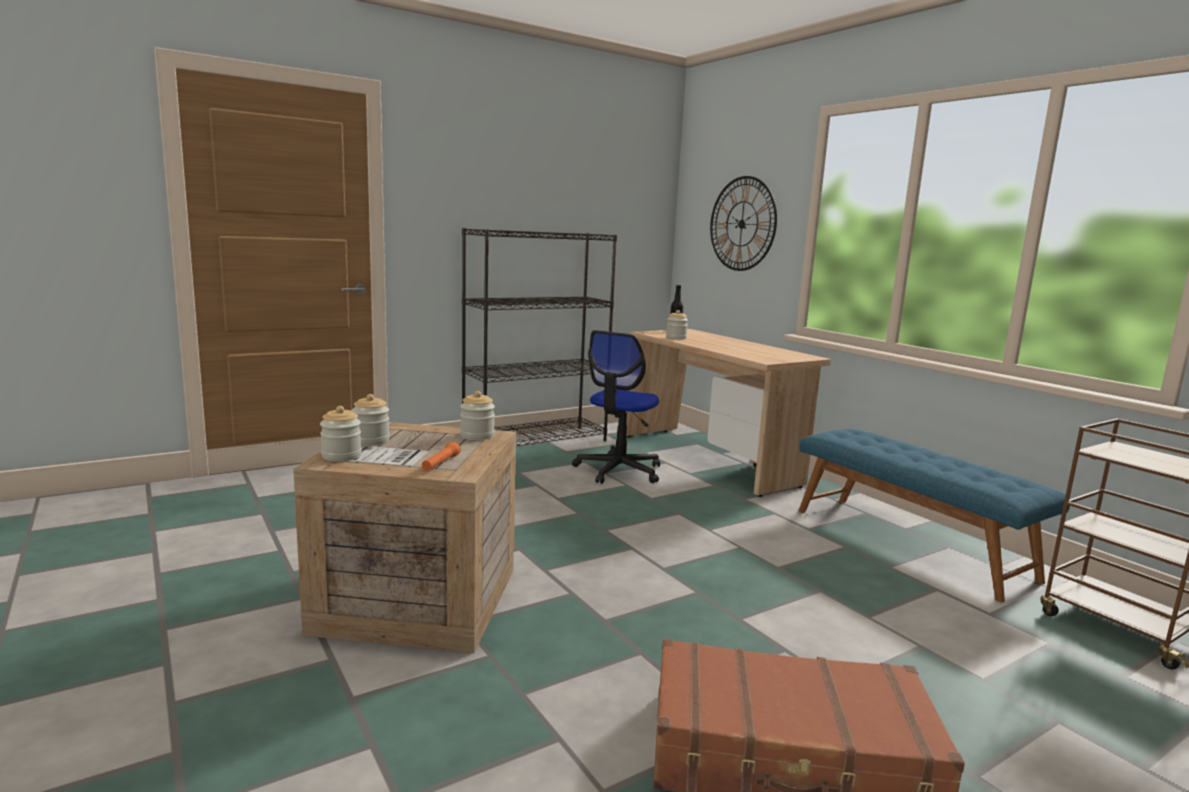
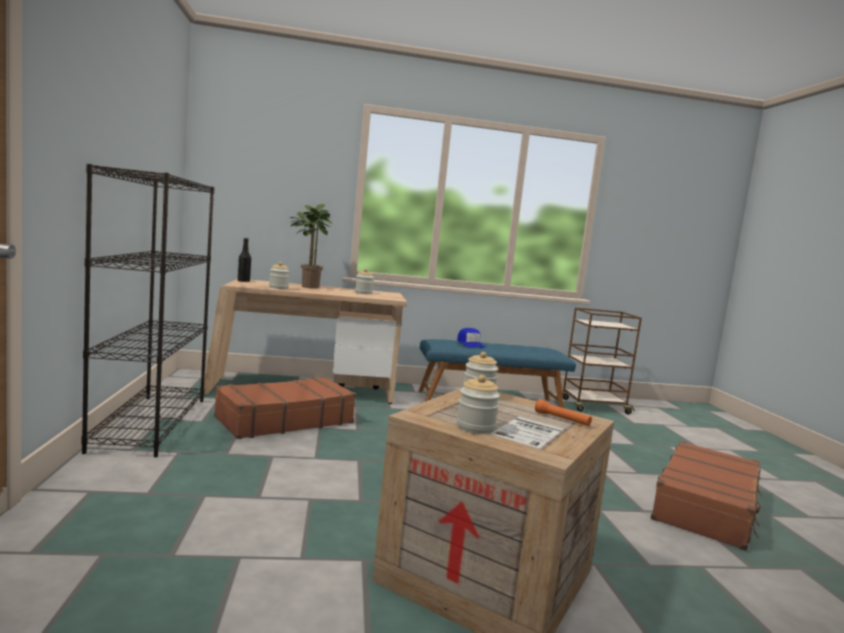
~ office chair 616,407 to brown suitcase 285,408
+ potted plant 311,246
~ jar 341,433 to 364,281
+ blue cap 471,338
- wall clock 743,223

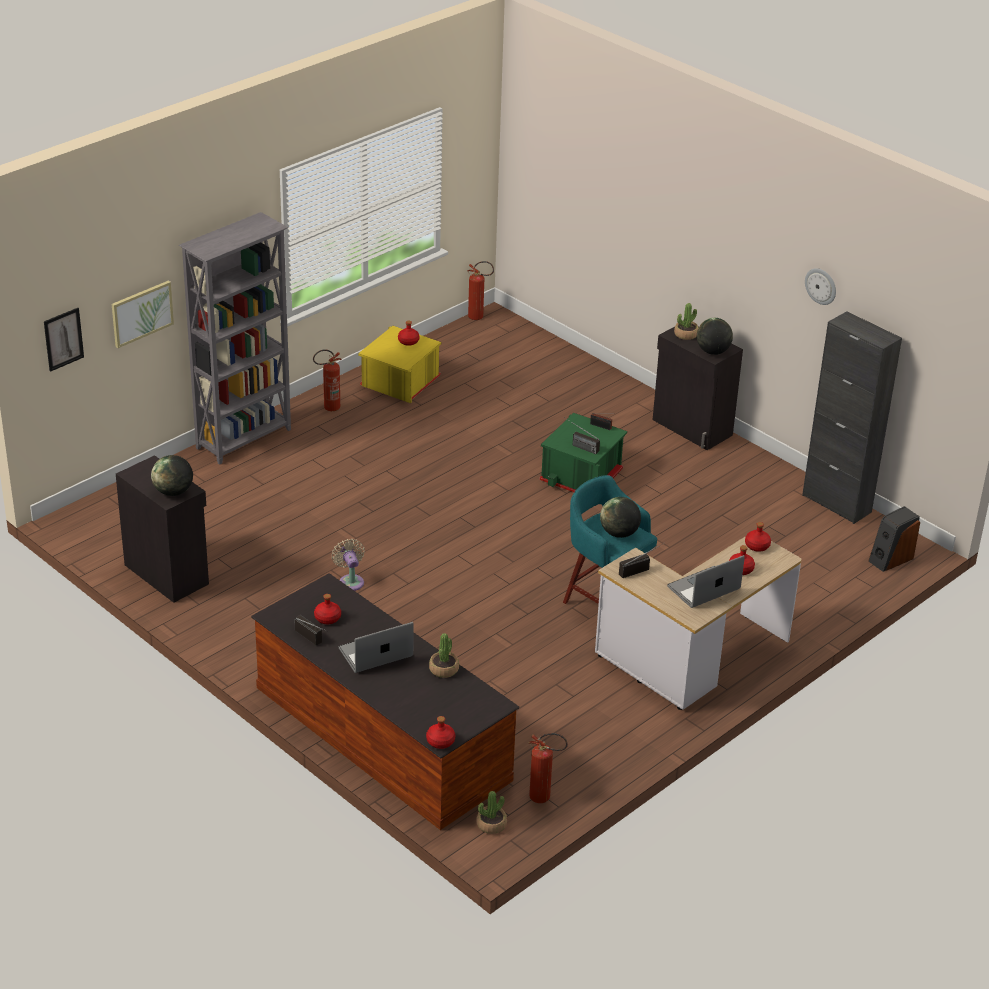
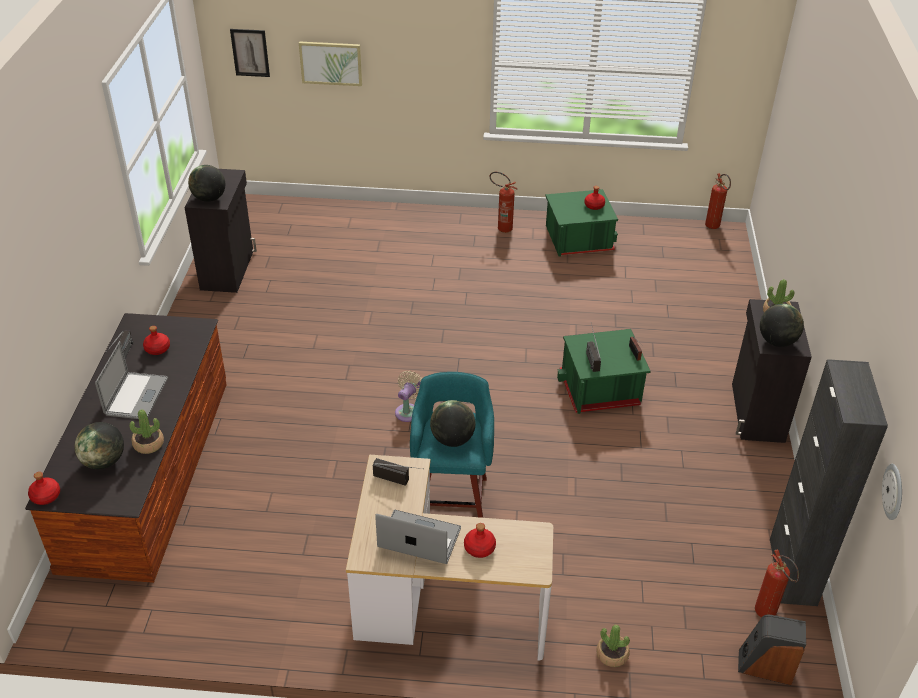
+ globe 99,445
~ laptop 376,647 = 131,380 75 degrees clockwise
~ beige fan 348,565 to 409,396
~ yellow storage box 399,364 to green storage box 581,223
~ potted plant 491,812 to 613,646
~ fire extinguisher 548,768 to 777,583
~ wall clock 820,286 to 892,492
- grey bookcase 235,338
- red bottle 758,537

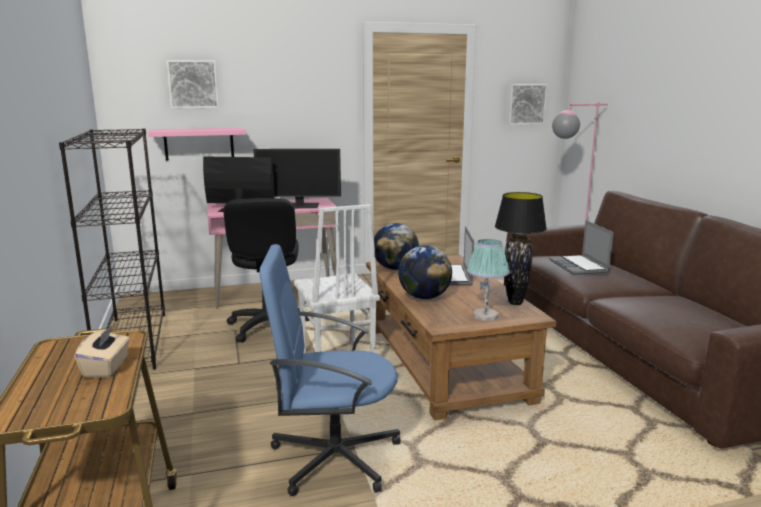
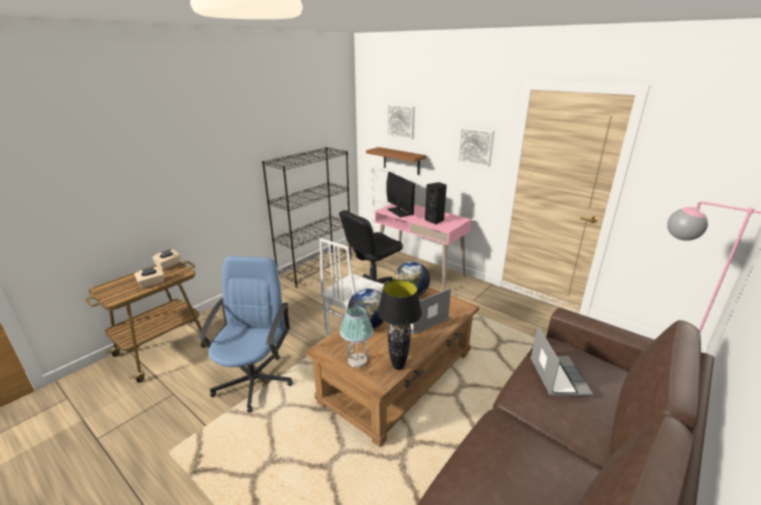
+ beige tissue box 166,259
~ blue office chair 330,370 = 245,334 45 degrees clockwise
~ pink shelf 197,144 to brown shelf 396,161
~ monitor 297,178 to black speaker 436,203
~ picture 527,104 to 476,147
~ laptop 581,247 = 561,361 135 degrees clockwise

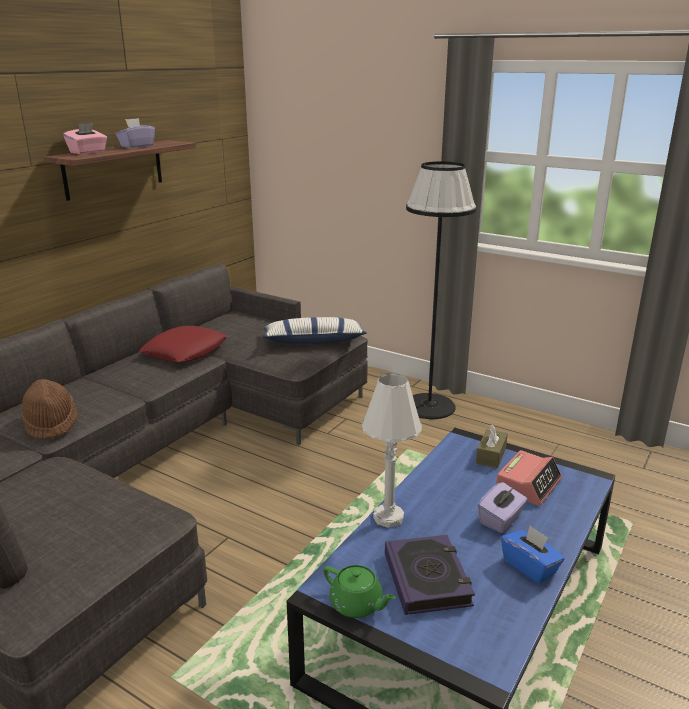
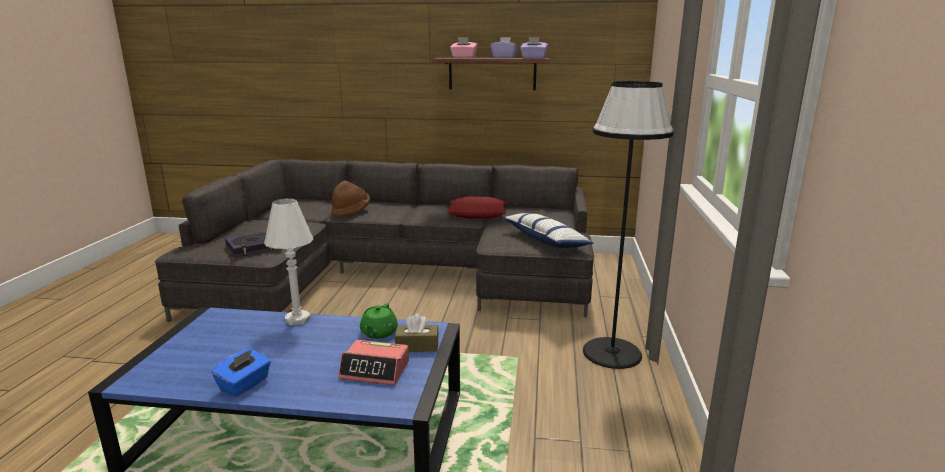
~ book 430,575 to 249,244
~ green teapot 359,591 to 379,321
~ purple tissue box 502,507 to 534,47

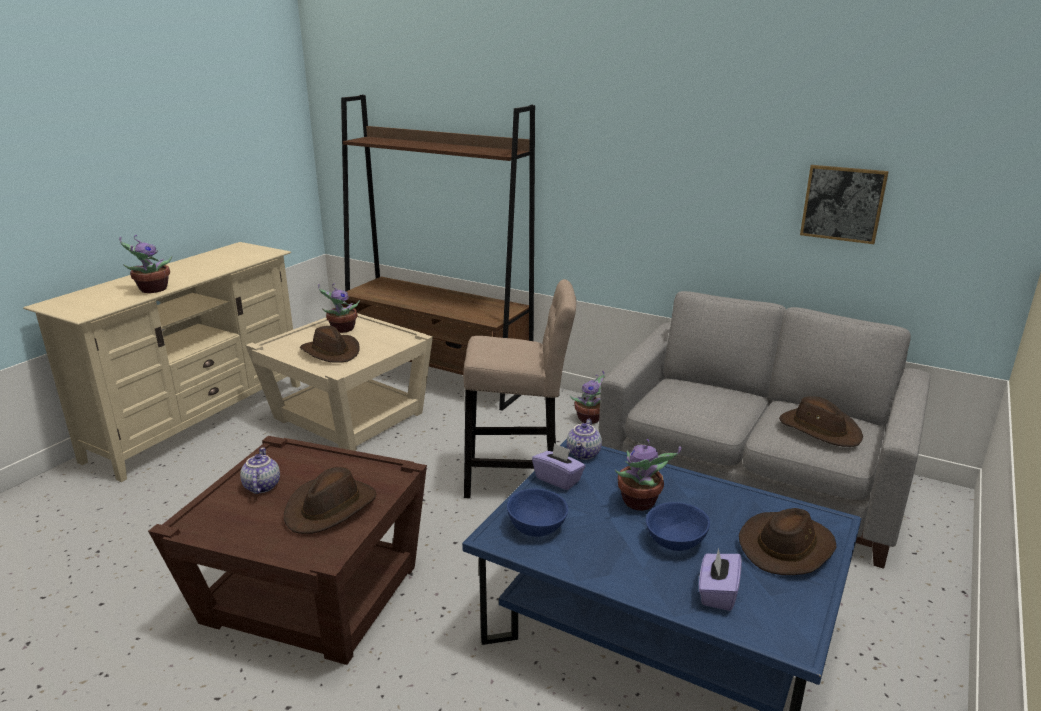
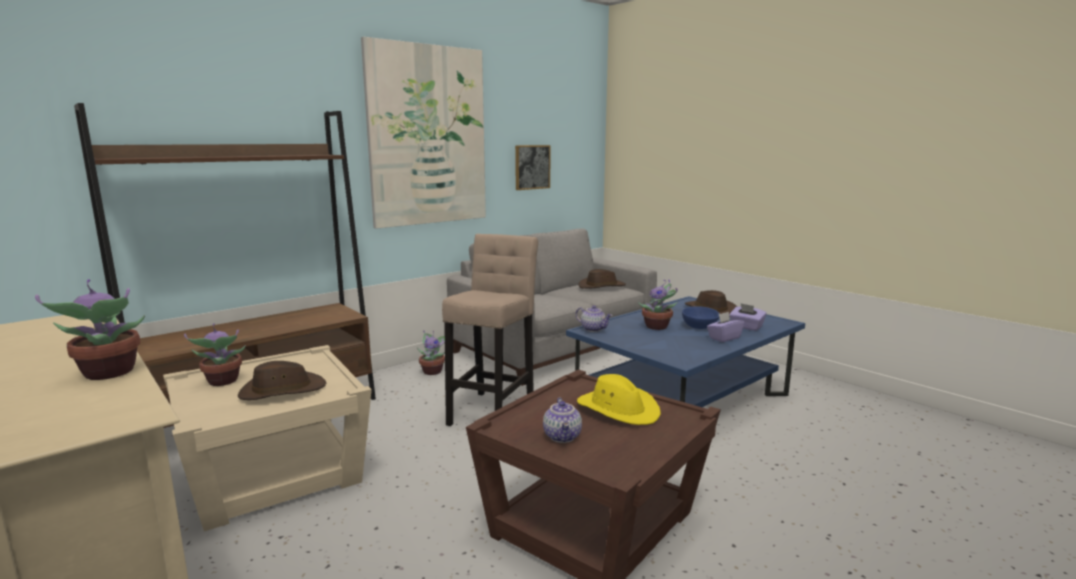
+ picture 423,133
~ teapot 260,470 = 562,420 105 degrees counterclockwise
~ brown hat 330,500 to yellow hat 619,399
~ purple tissue box 558,466 to 725,327
- blue bowl 537,513

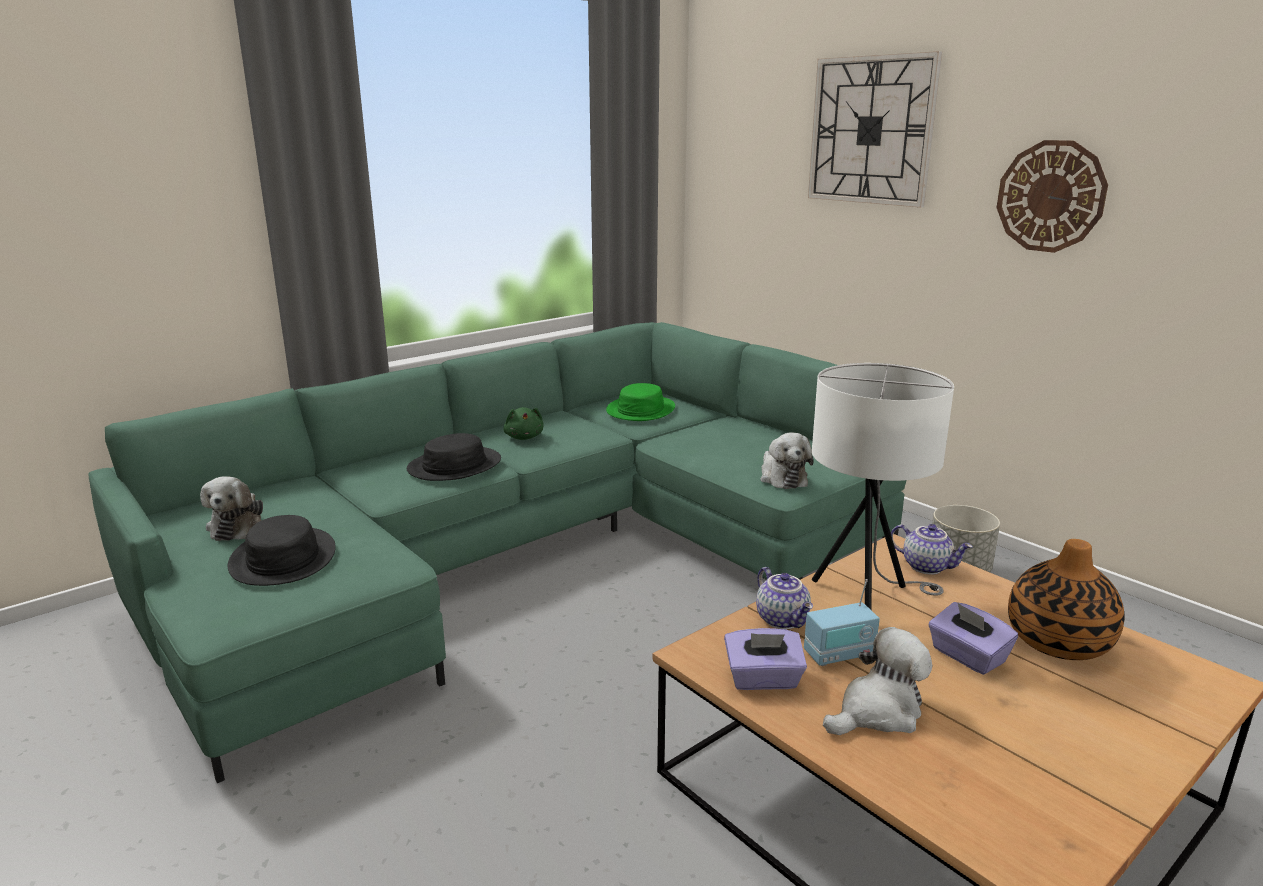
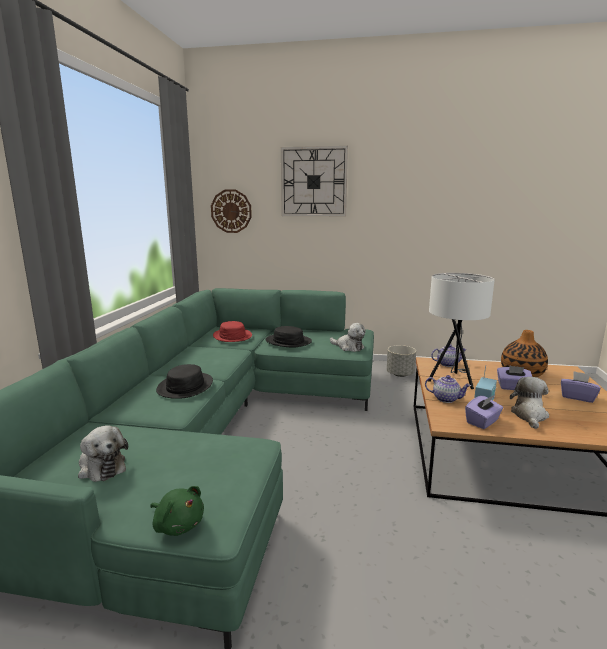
~ green plush toy 523,423 to 177,511
~ wall clock 1052,196 to 231,211
~ green hat 640,402 to red hat 232,331
~ black hat 282,550 to 288,337
+ purple tissue box 580,387

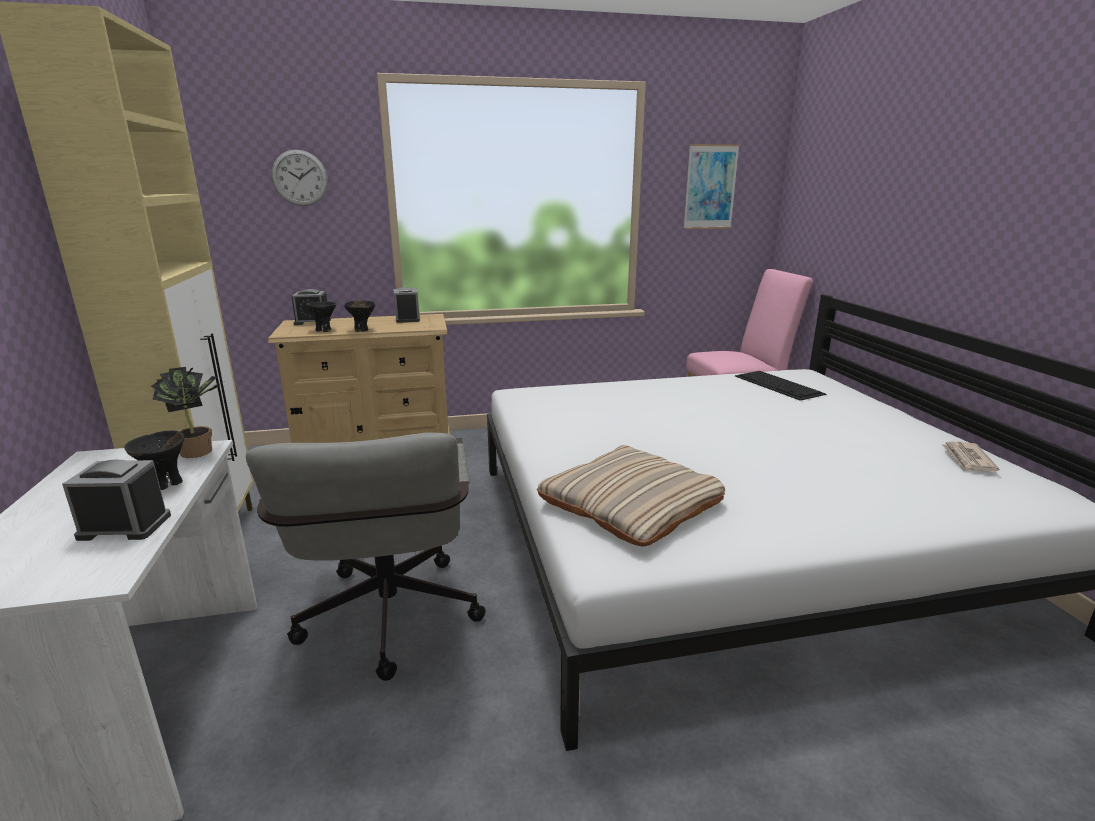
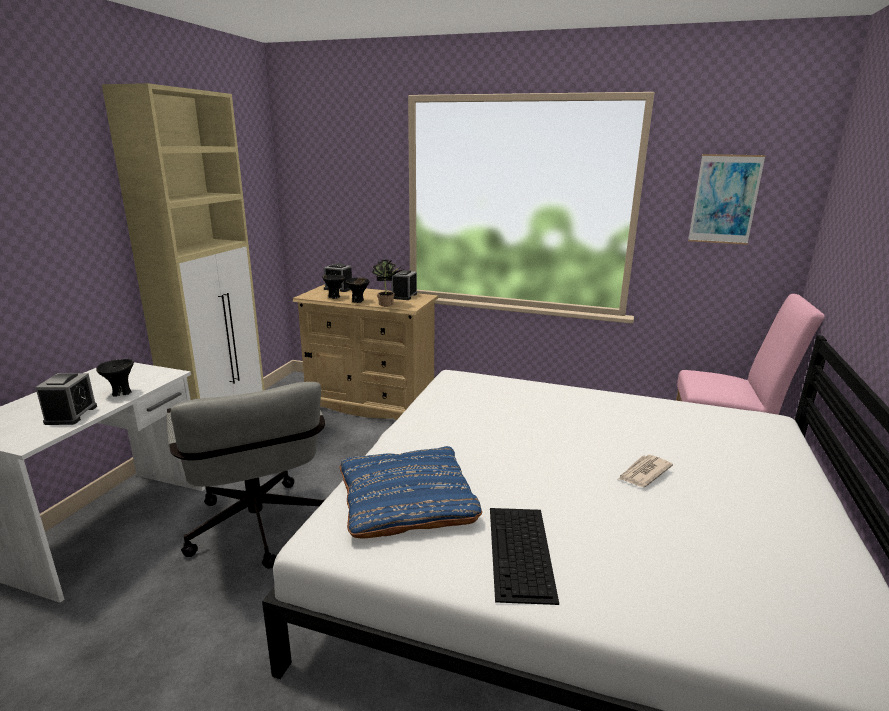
~ alarm clock 116,500 = 66,399 60 degrees clockwise
~ grey office chair 366,557 = 245,475 45 degrees counterclockwise
~ beige pillow 631,495 to blue pillow 411,492
~ potted plant 188,412 to 388,283
~ keyboard 780,386 to 524,556
~ newspaper 970,456 to 645,471
- wall clock 300,177

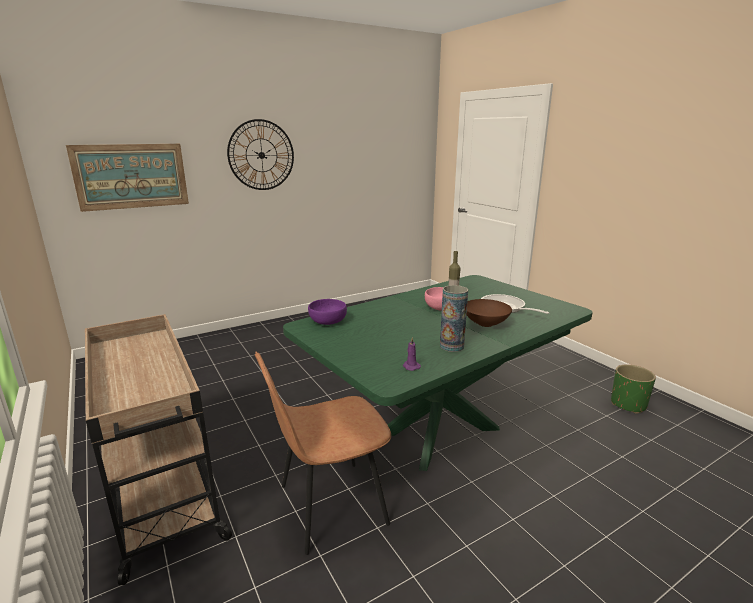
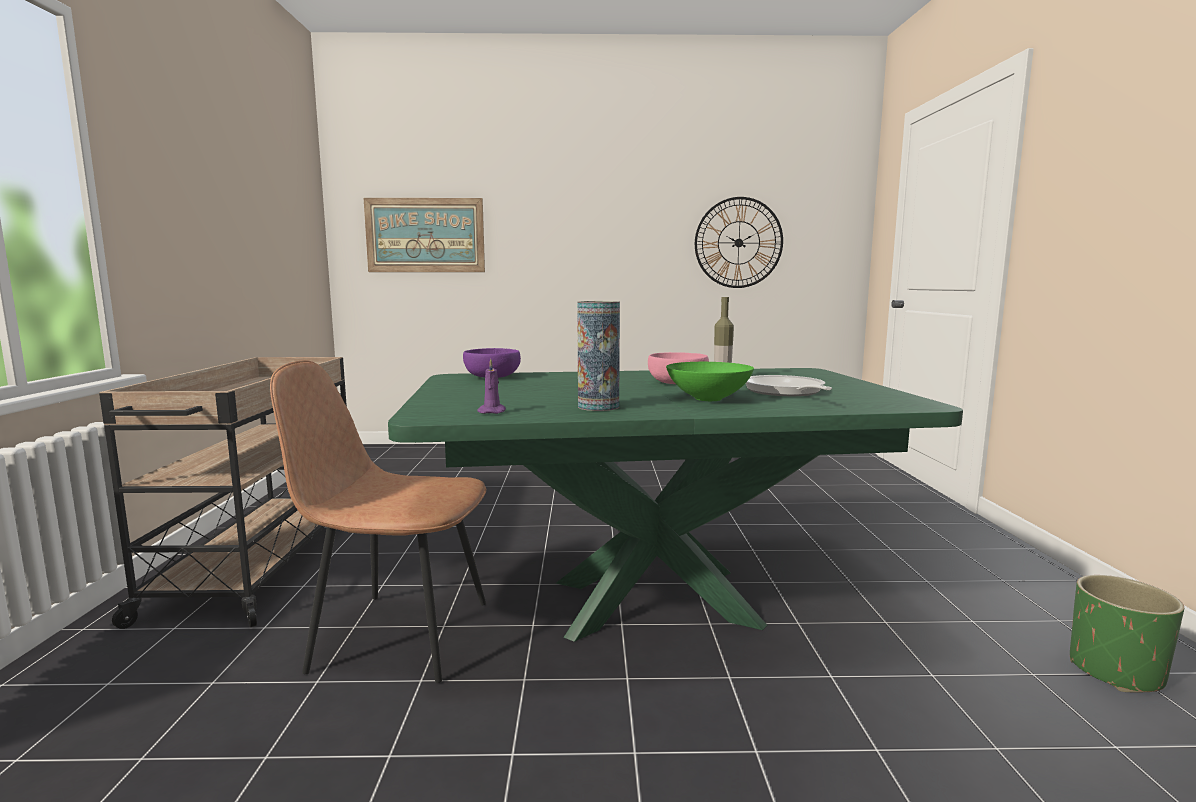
~ brown bowl 489,313 to green bowl 710,381
~ wall clock 260,154 to 739,242

